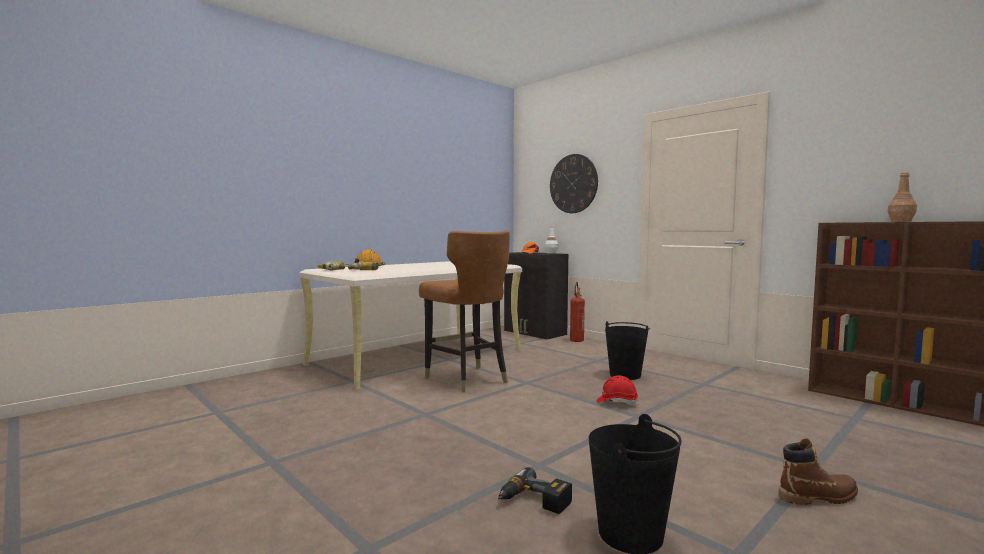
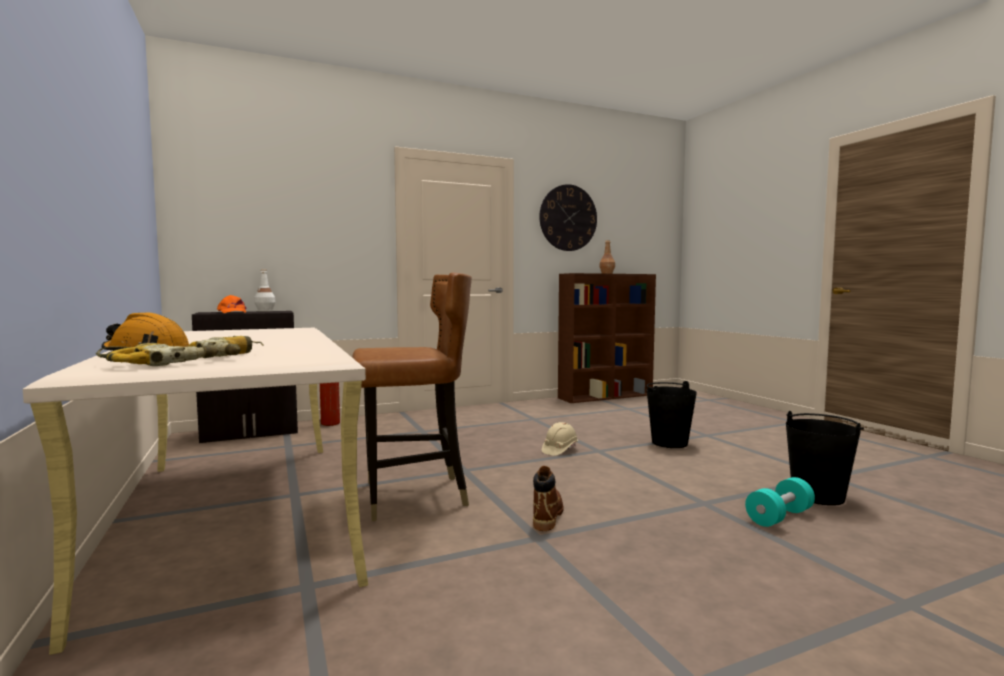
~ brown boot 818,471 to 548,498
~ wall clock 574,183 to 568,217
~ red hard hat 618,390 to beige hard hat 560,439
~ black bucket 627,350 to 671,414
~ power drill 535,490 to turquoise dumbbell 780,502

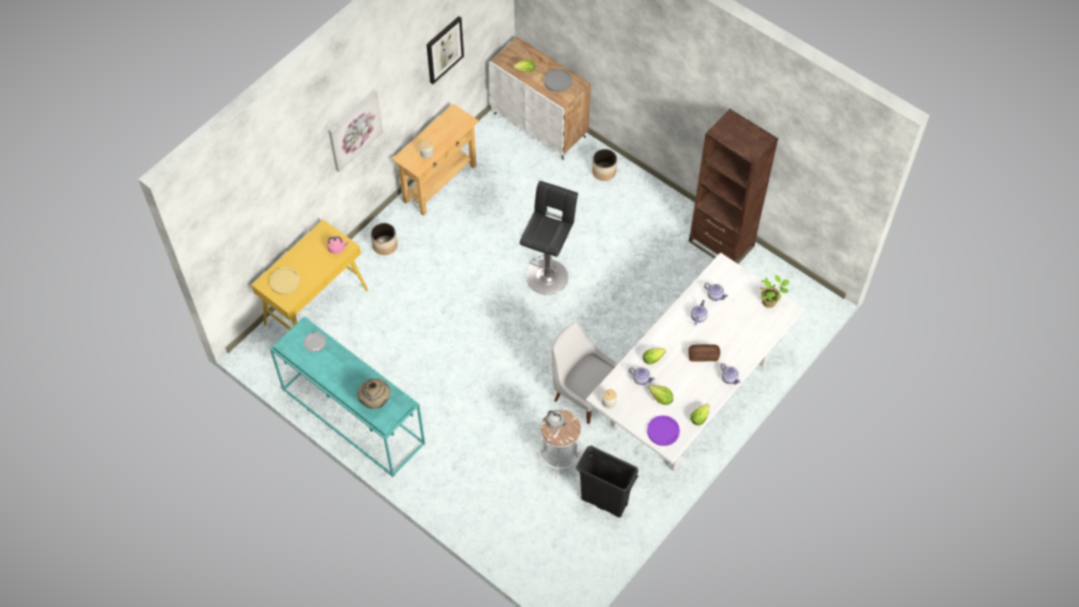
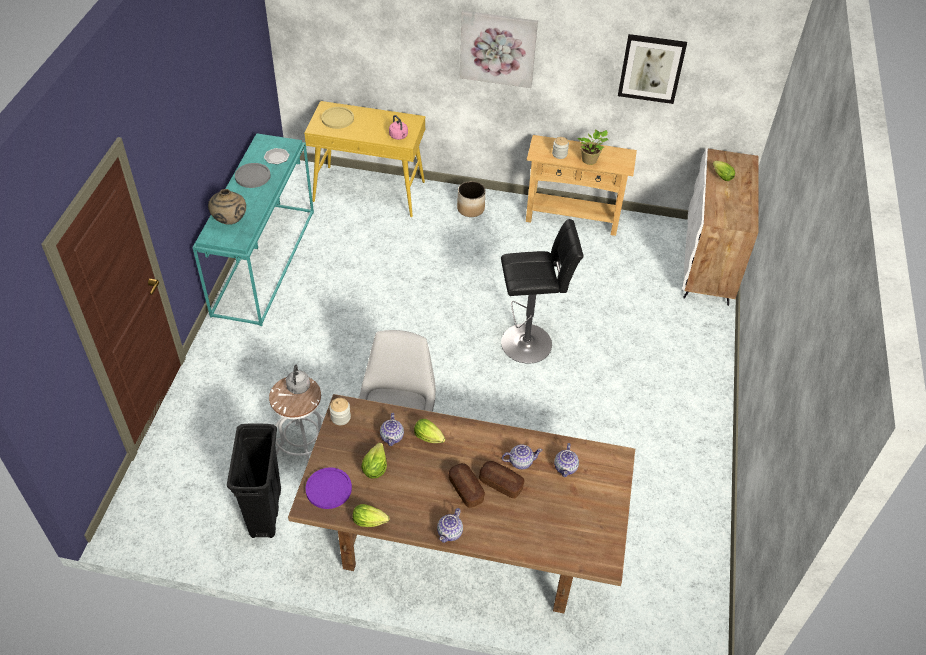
~ grey plate 558,80 to 253,175
~ white dining table 695,361 to brown dining table 461,503
+ bread 501,480
~ potted plant 774,291 to 592,147
- planter 604,165
- brown bookcase 733,186

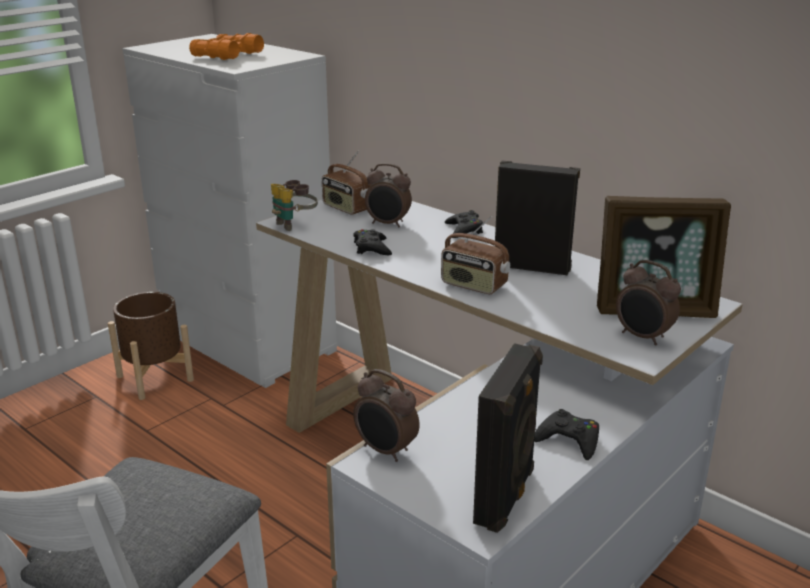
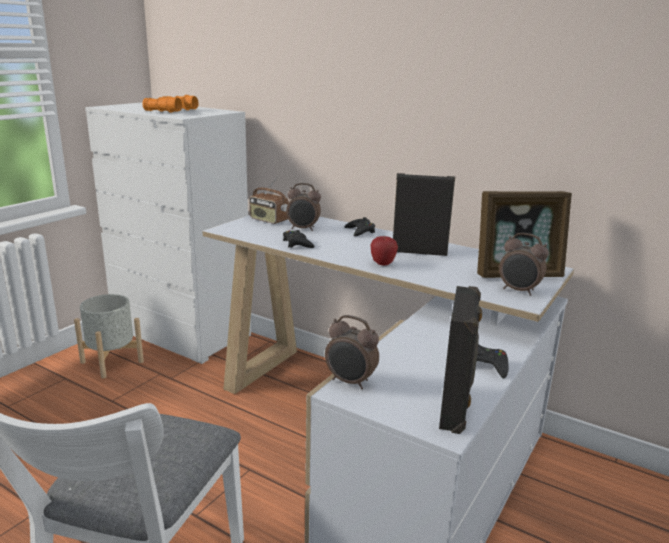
~ brown planter 151,346 to grey planter 109,336
~ radio 475,255 to apple 384,251
- binoculars 294,205

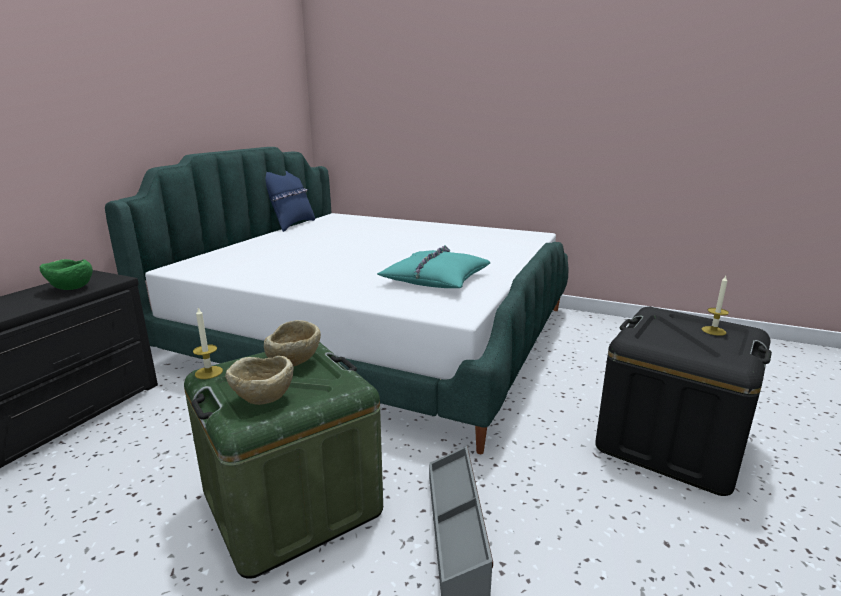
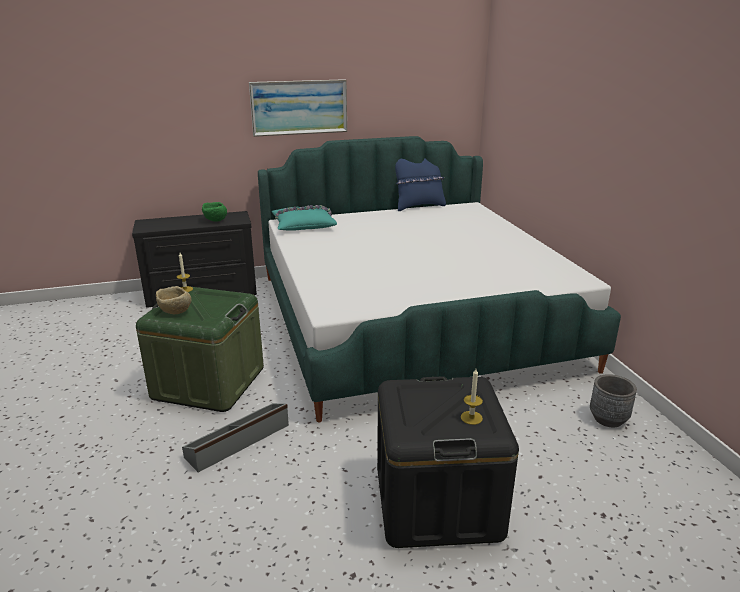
+ picture 298,108
~ turquoise pillow 433,266 to 304,218
+ grey planter 613,400
- beige bowl 292,343

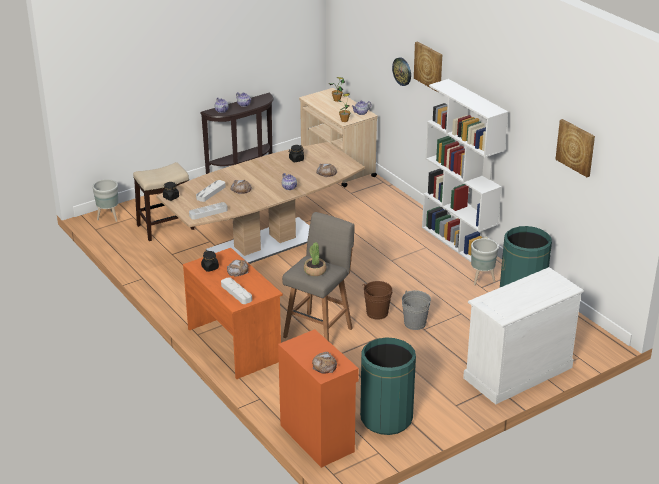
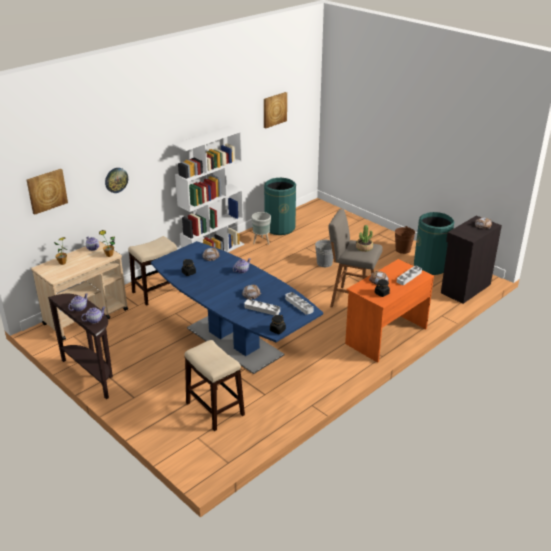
~ picture 428,66 to 47,192
+ stool 154,271
~ brown dining table 260,203 to blue dining table 237,307
~ brown bucket 378,300 to 405,240
~ orange cabinet 318,398 to black cabinet 471,259
- grey planter 105,200
- white dresser 523,336

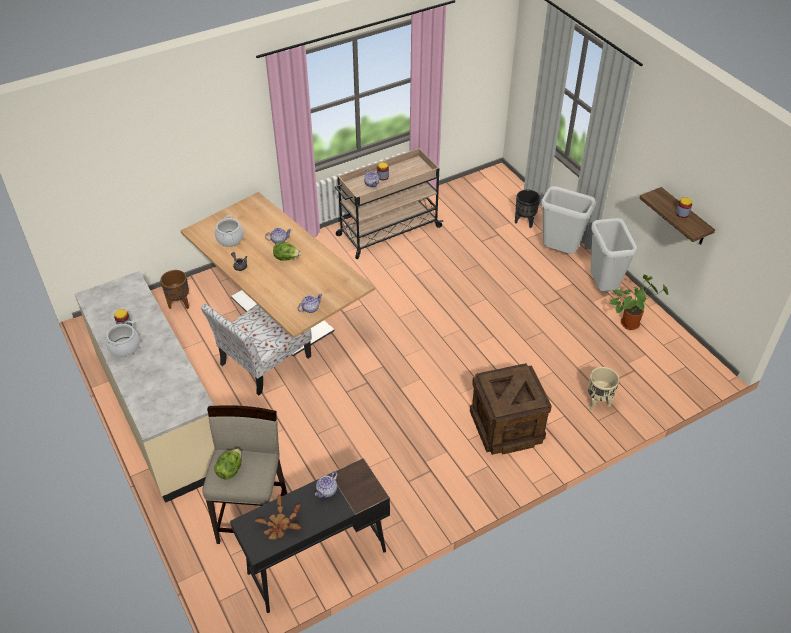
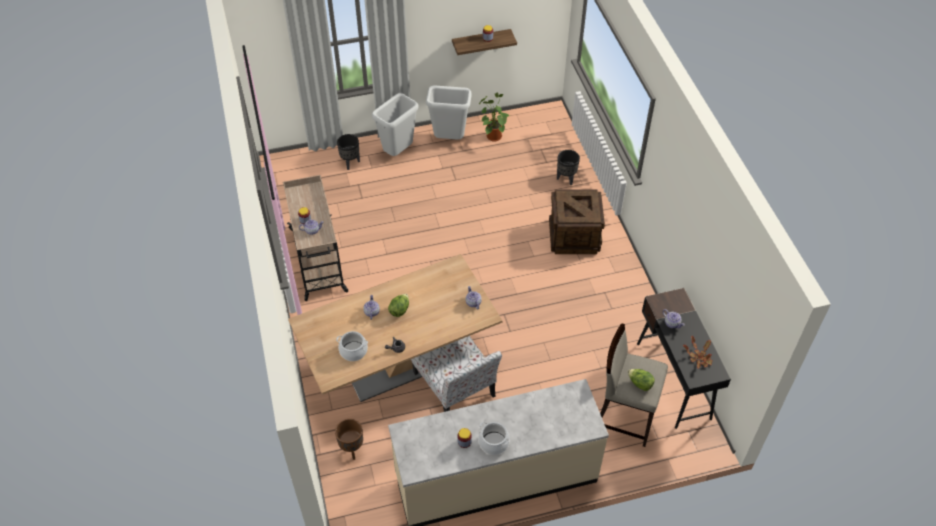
~ beige planter 603,389 to black planter 568,167

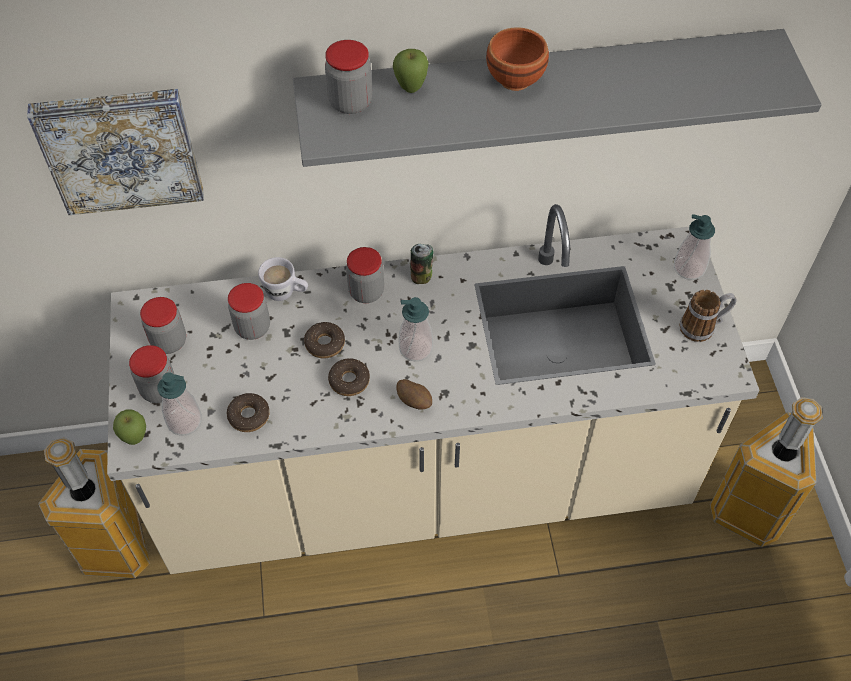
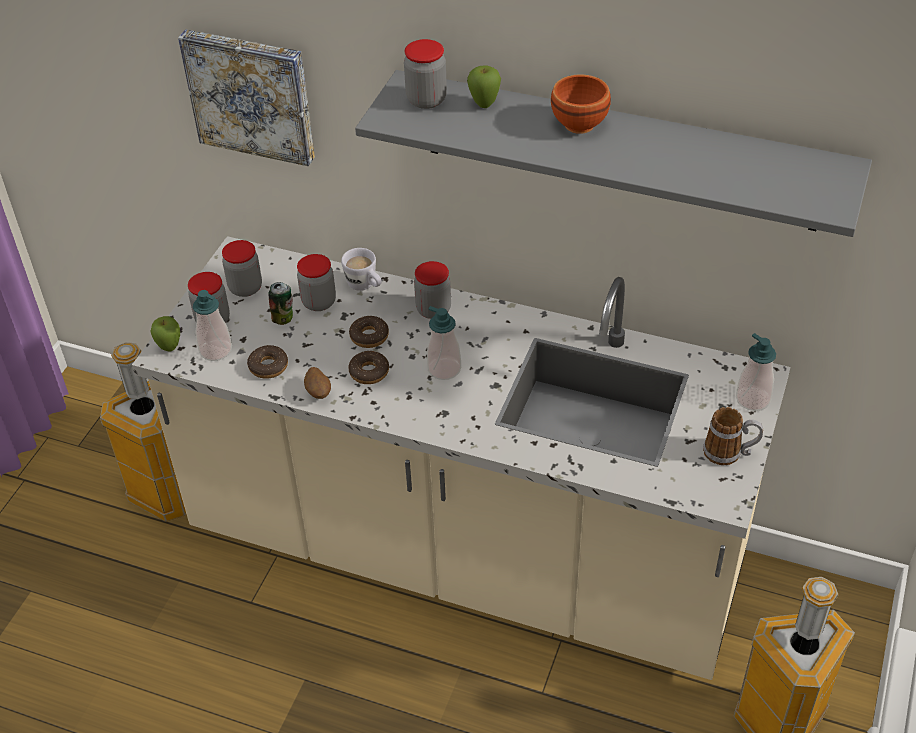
~ can 421,264 to 281,303
~ potato 414,394 to 317,383

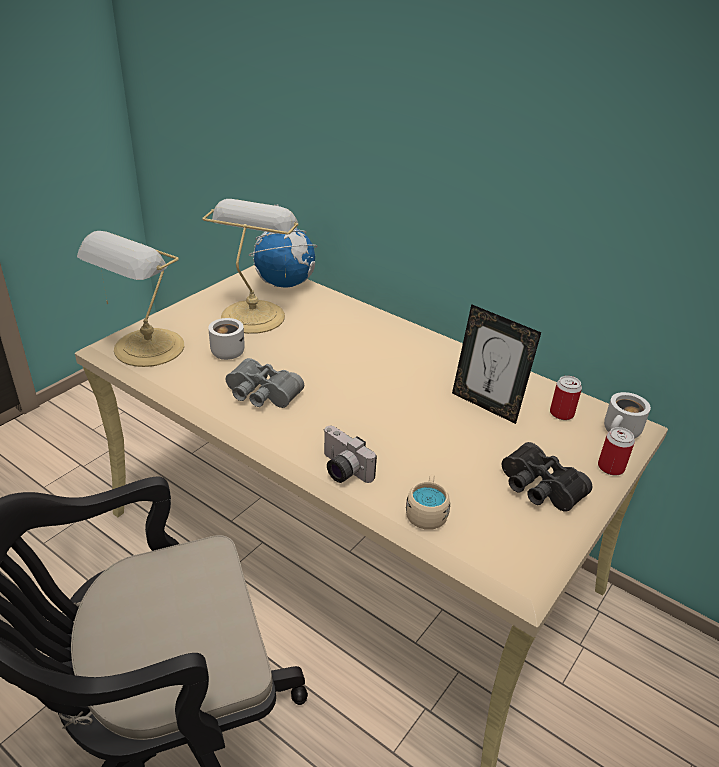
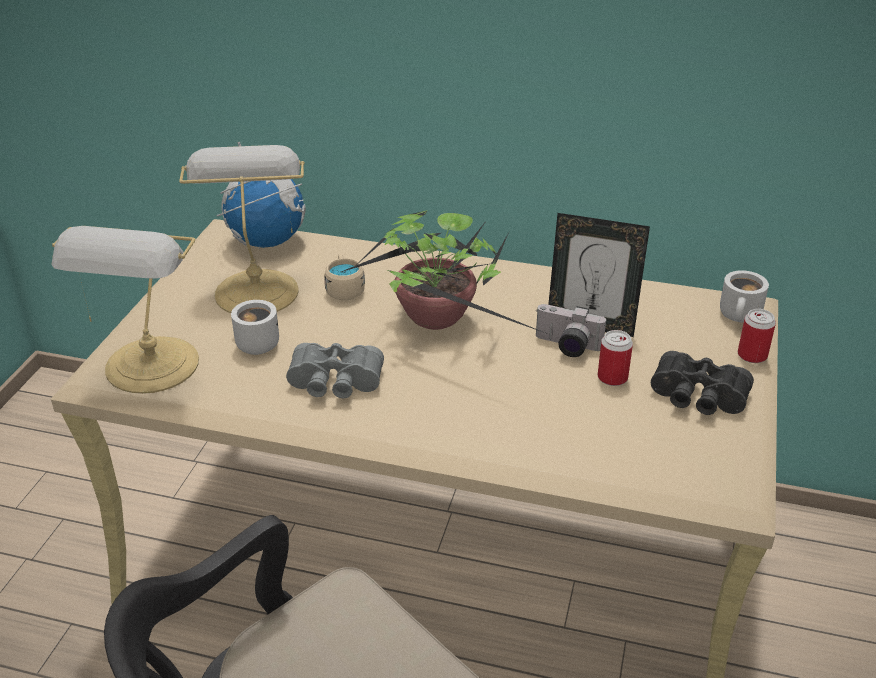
~ beige mug 428,502 to 344,277
+ potted plant 443,271
~ photo camera 350,454 to 571,330
~ can 566,398 to 615,358

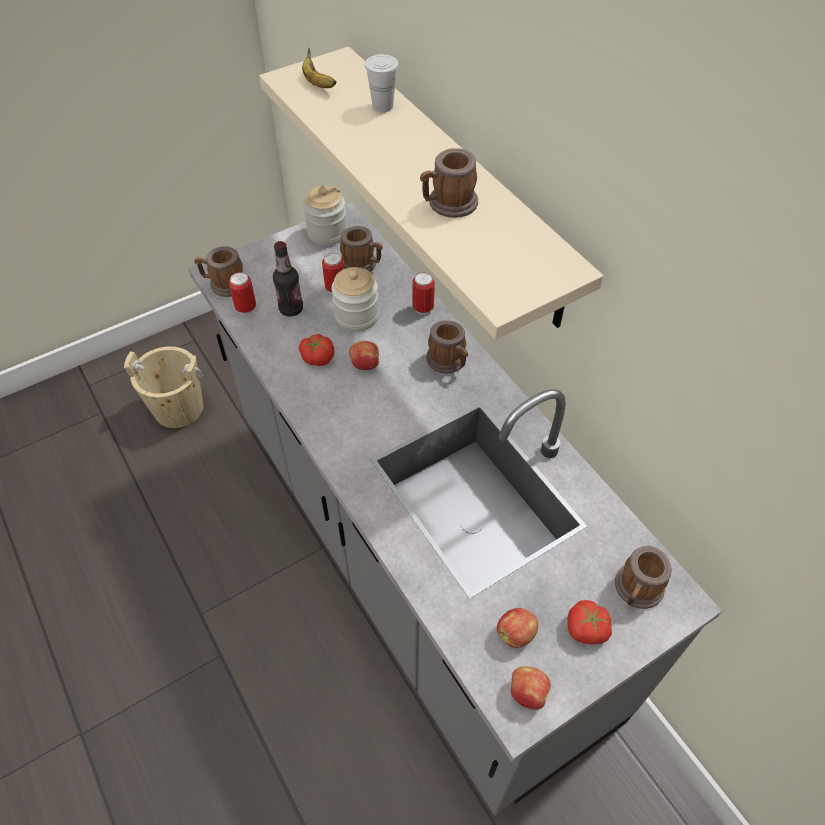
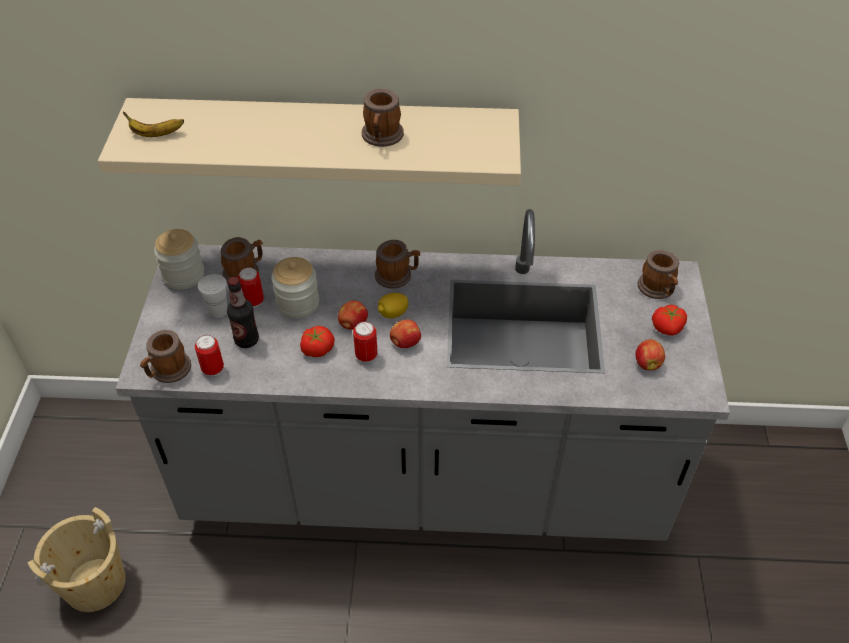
~ white cup 382,83 to 213,296
~ can 423,293 to 365,342
+ lemon 393,305
~ apple 531,688 to 405,333

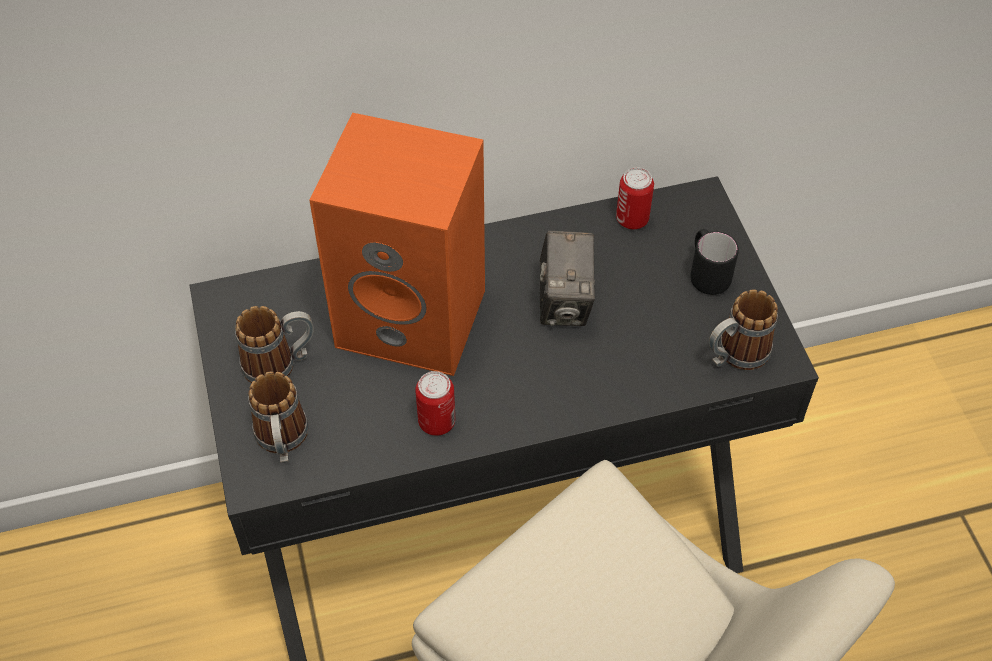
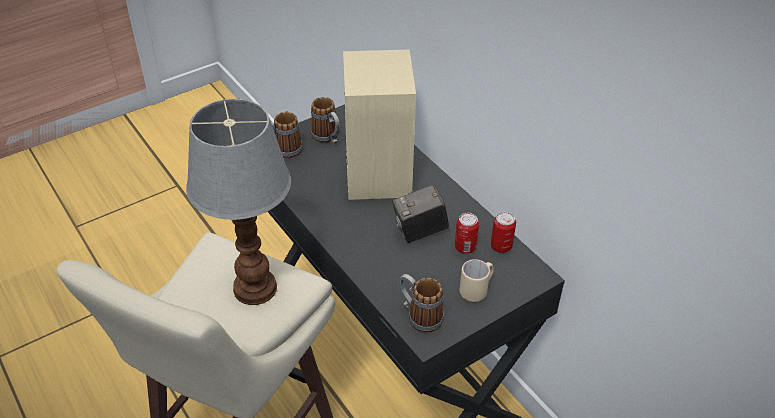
+ table lamp 238,202
~ orange speaker 397,244 to beige speaker 379,125
~ can 435,403 to 467,233
~ black mug 714,262 to beige mug 477,280

